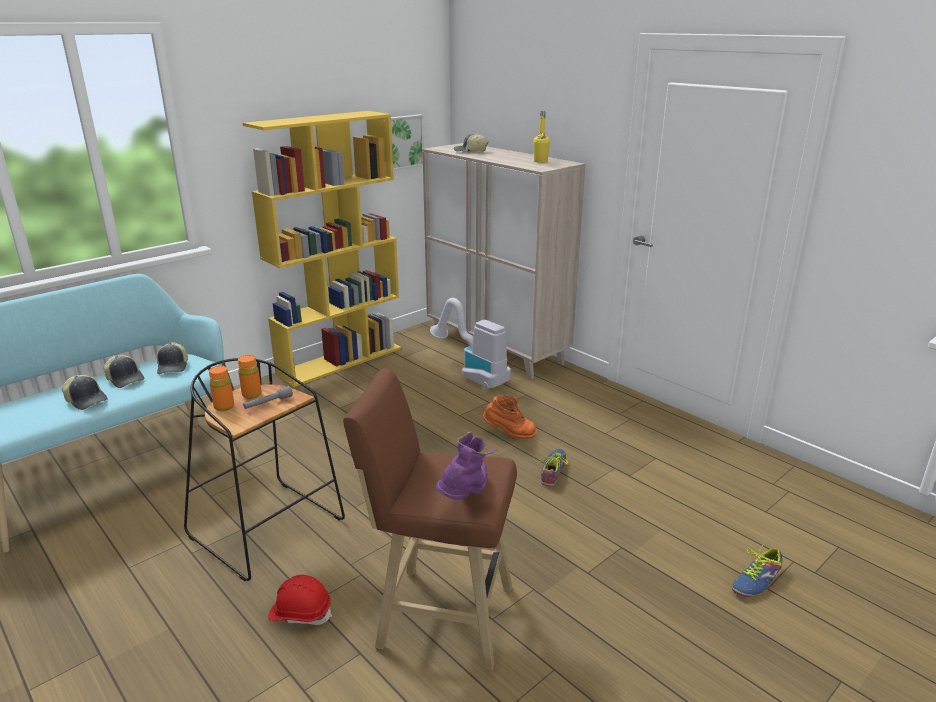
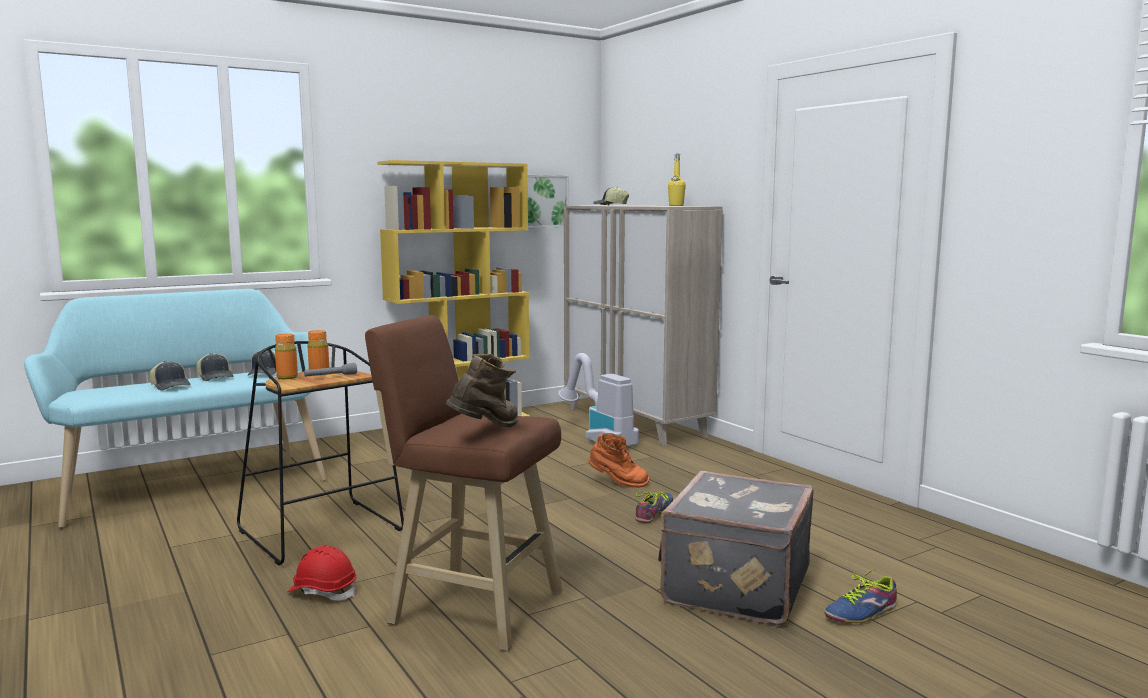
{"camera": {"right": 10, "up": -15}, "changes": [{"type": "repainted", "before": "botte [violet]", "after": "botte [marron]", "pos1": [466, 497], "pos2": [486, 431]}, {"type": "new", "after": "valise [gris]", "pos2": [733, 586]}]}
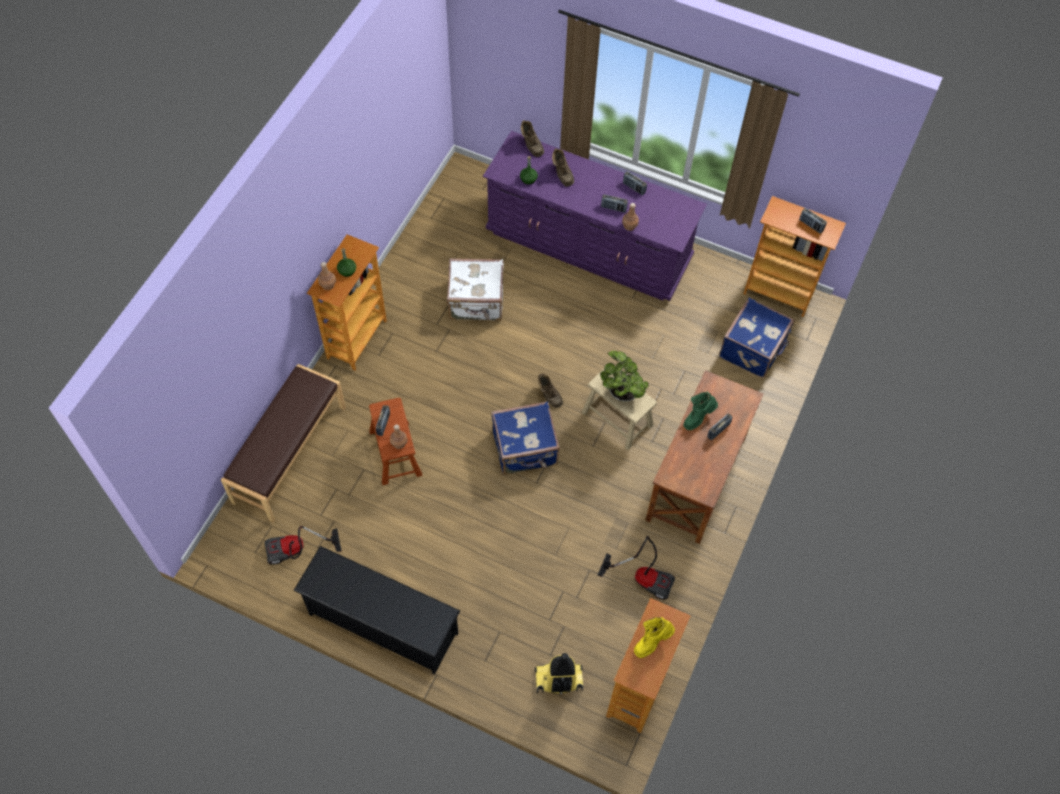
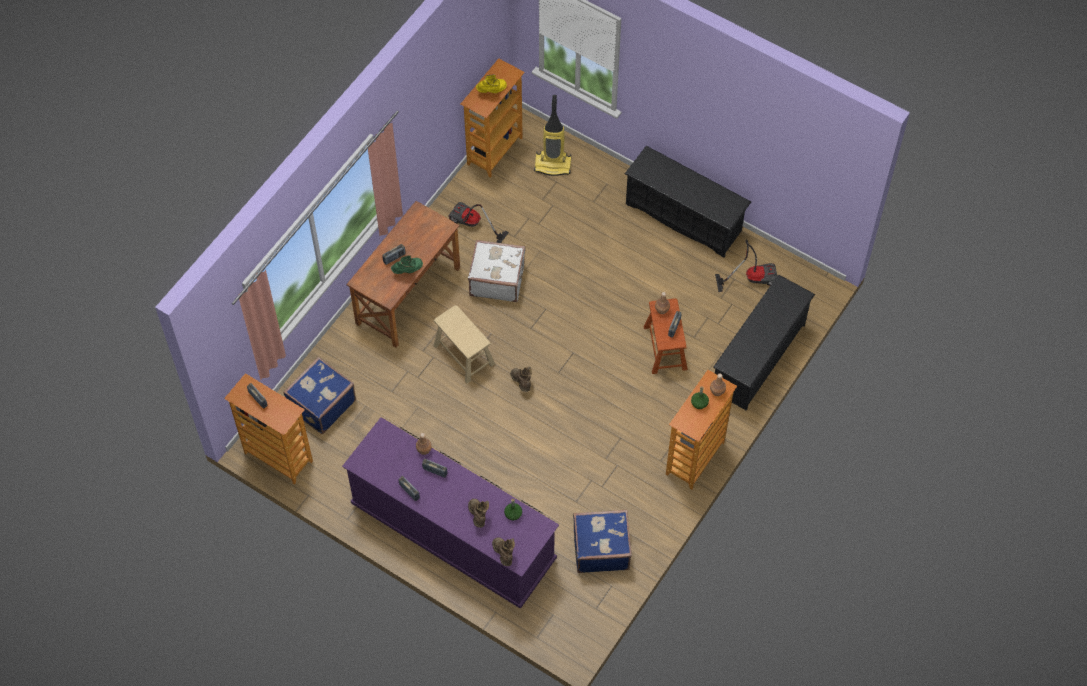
{"camera": {"right": -170, "up": 0}, "changes": [{"type": "shifted", "before": "valise [blanc]", "pos1": [476, 302], "pos2": [497, 279]}, {"type": "gone", "before": "plante en pot", "pos1": [622, 391]}, {"type": "swapped", "before": "banc [marron]", "after": "étagère à chaussures [noir]", "pos1": [289, 453], "pos2": [759, 358]}, {"type": "shifted", "before": "valise [bleu]", "pos1": [525, 449], "pos2": [600, 548]}]}
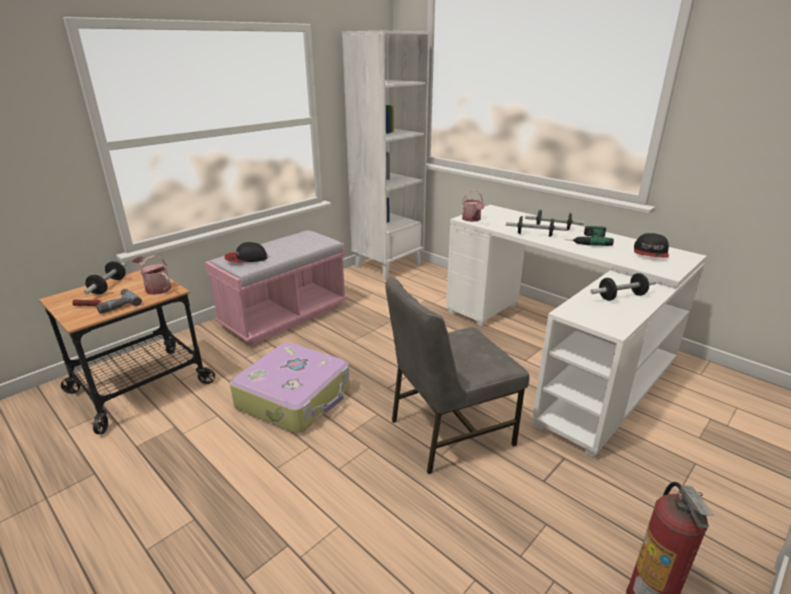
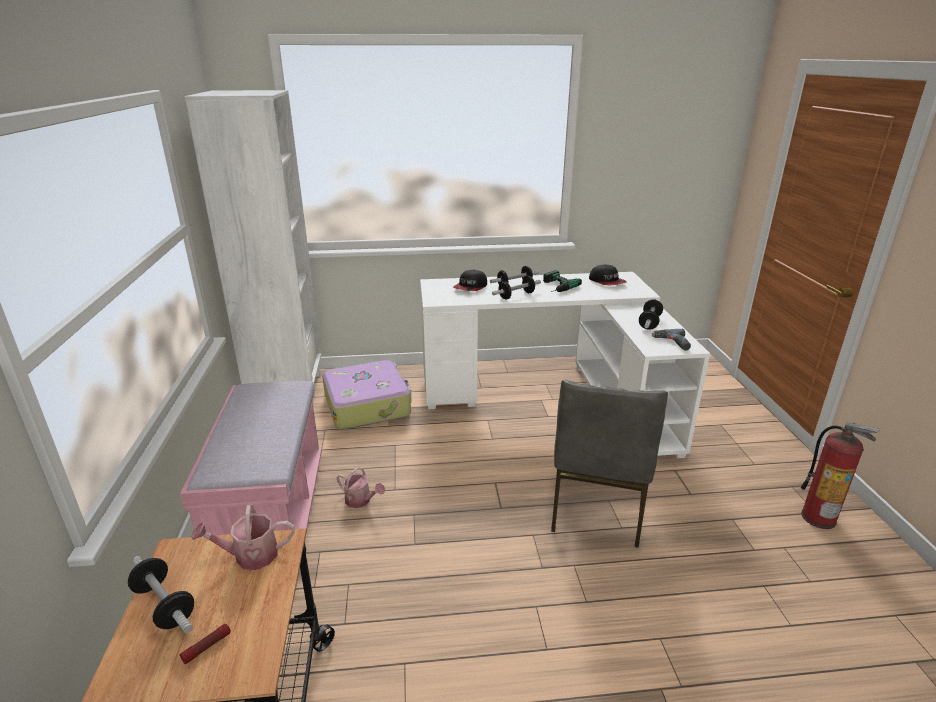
{"camera": {"right": -50, "up": 0}, "changes": [{"type": "shifted", "before": "arrosoir", "pos1": [472, 219], "pos2": [361, 501]}, {"type": "shifted", "before": "casquette", "pos1": [246, 258], "pos2": [471, 287]}, {"type": "shifted", "before": "perceuse", "pos1": [117, 305], "pos2": [672, 343]}, {"type": "shifted", "before": "valise", "pos1": [295, 397], "pos2": [368, 404]}]}
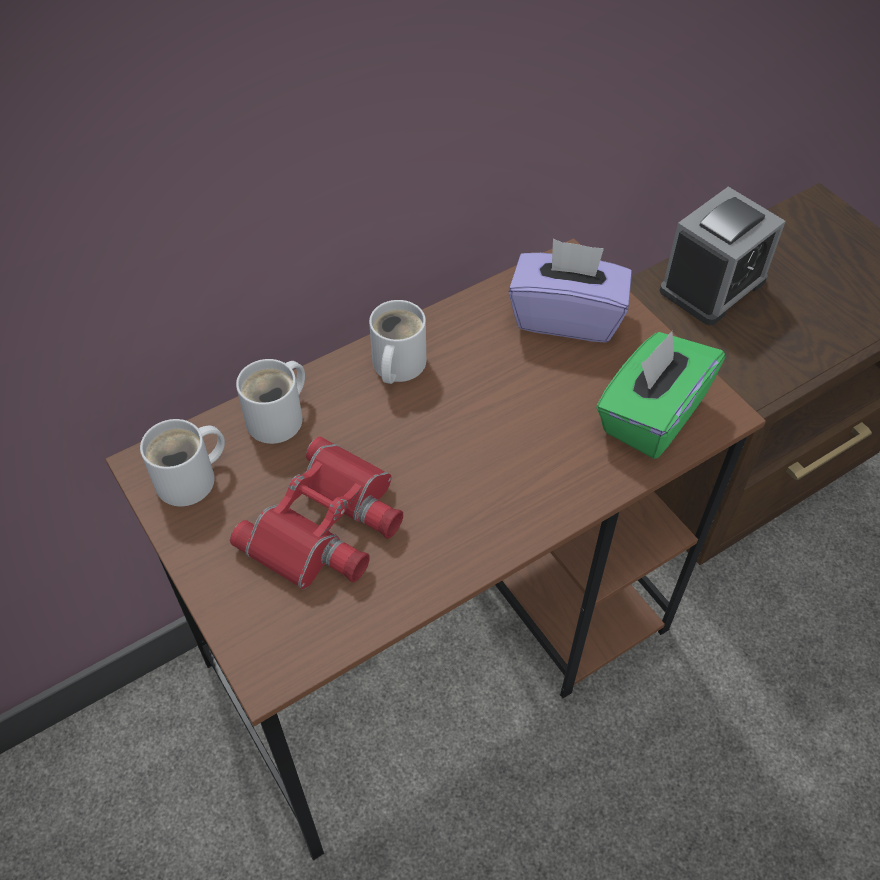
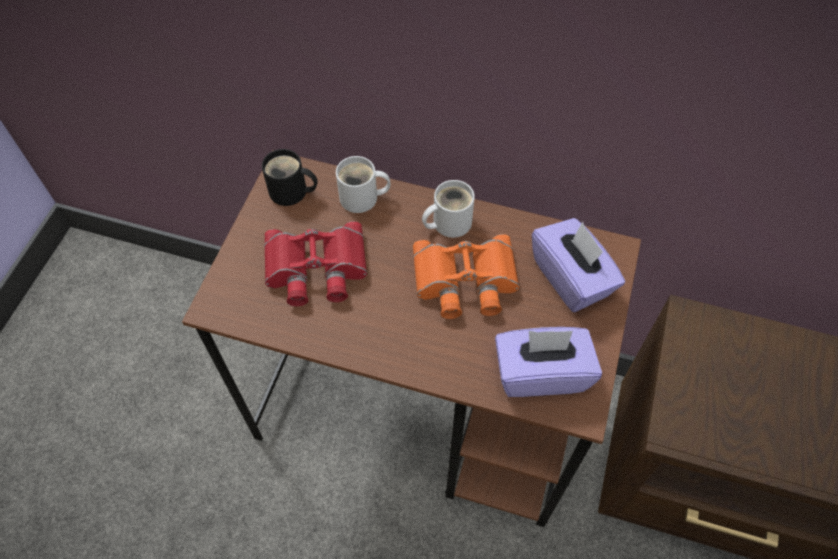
{"camera": {"right": 50, "up": 5}, "changes": [{"type": "gone", "before": "réveil", "pos1": [712, 285]}, {"type": "repainted", "before": "boîte à mouchoirs [vert]", "after": "boîte à mouchoirs [violet]", "pos1": [651, 415], "pos2": [541, 373]}, {"type": "repainted", "before": "mug [blanc]", "after": "mug [noir]", "pos1": [192, 480], "pos2": [291, 192]}, {"type": "new", "after": "jumelles [orange]", "pos2": [465, 282]}]}
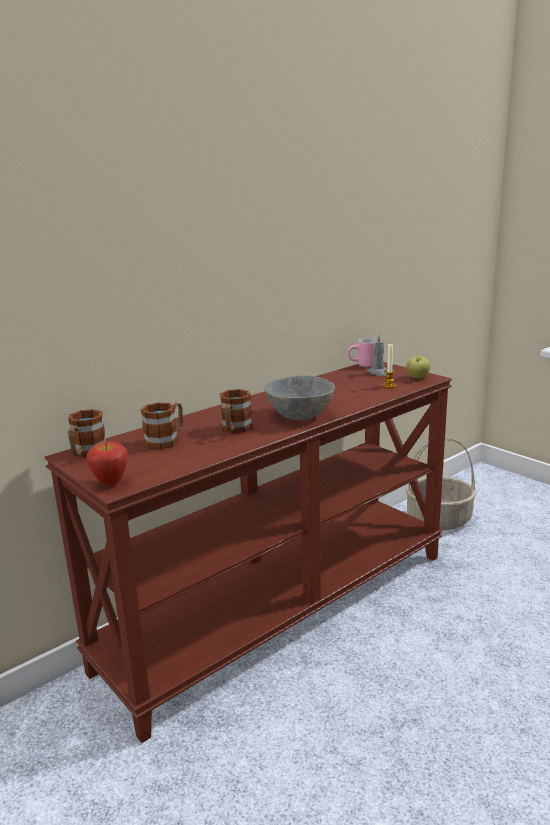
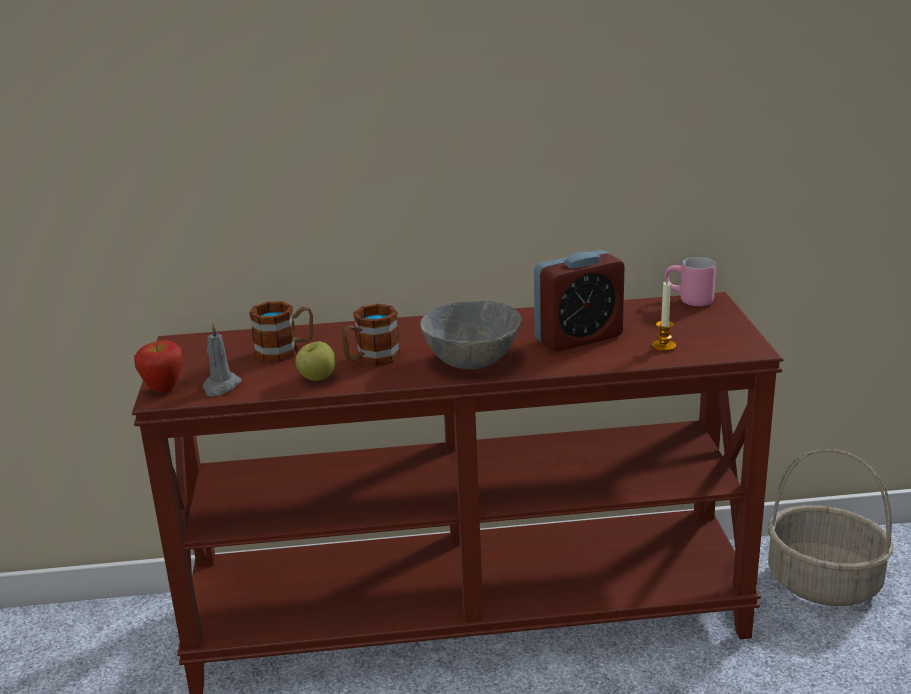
{"camera": {"right": 35, "up": 5}, "changes": [{"type": "shifted", "before": "bougie [gris]", "pos1": [378, 373], "pos2": [221, 387]}, {"type": "shifted", "before": "pomme", "pos1": [417, 378], "pos2": [317, 378]}, {"type": "gone", "before": "mug", "pos1": [86, 453]}, {"type": "new", "after": "réveil", "pos2": [578, 338]}]}
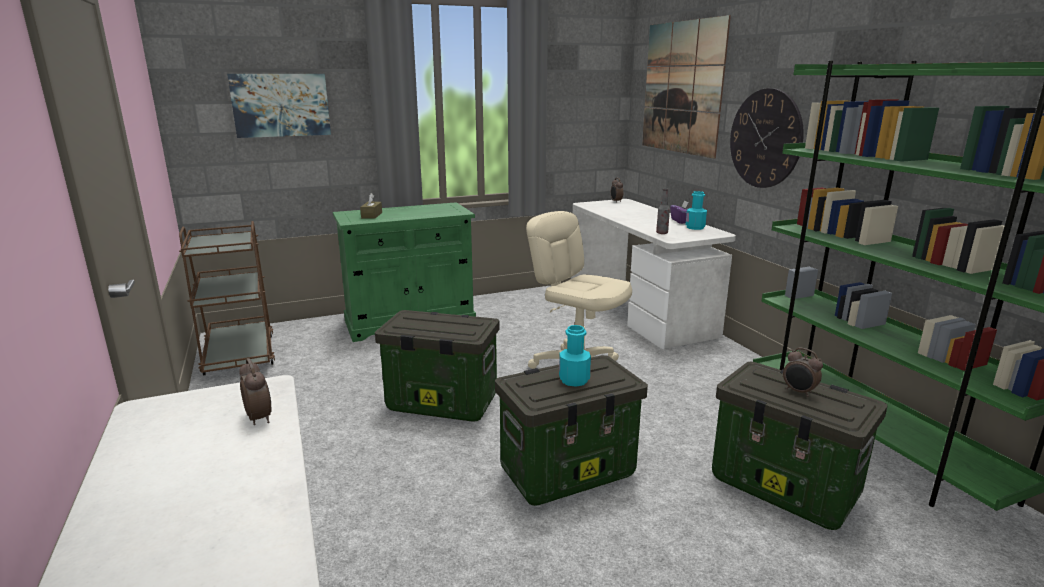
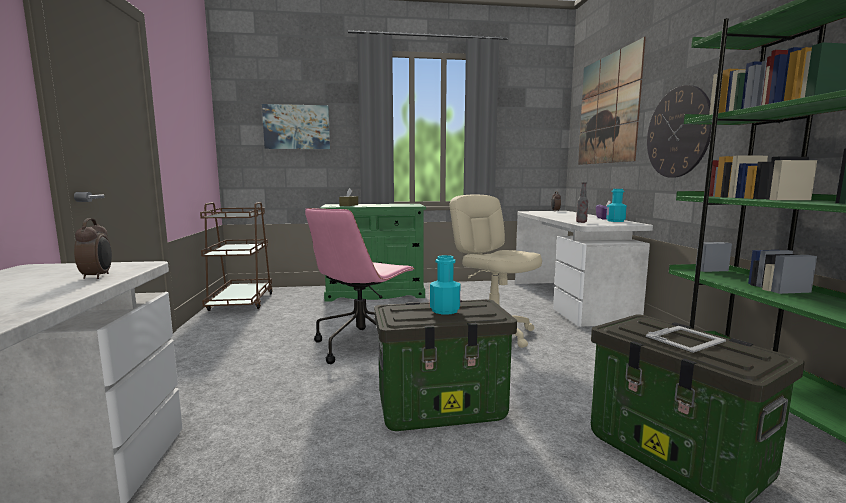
{"camera": {"right": 15, "up": -10}, "changes": [{"type": "swapped", "before": "boîte de rangement", "after": "chaise de bureau [rose]", "pos1": [440, 403], "pos2": [362, 345]}, {"type": "swapped", "before": "réveil", "after": "cadre photo", "pos1": [799, 392], "pos2": [686, 339]}]}
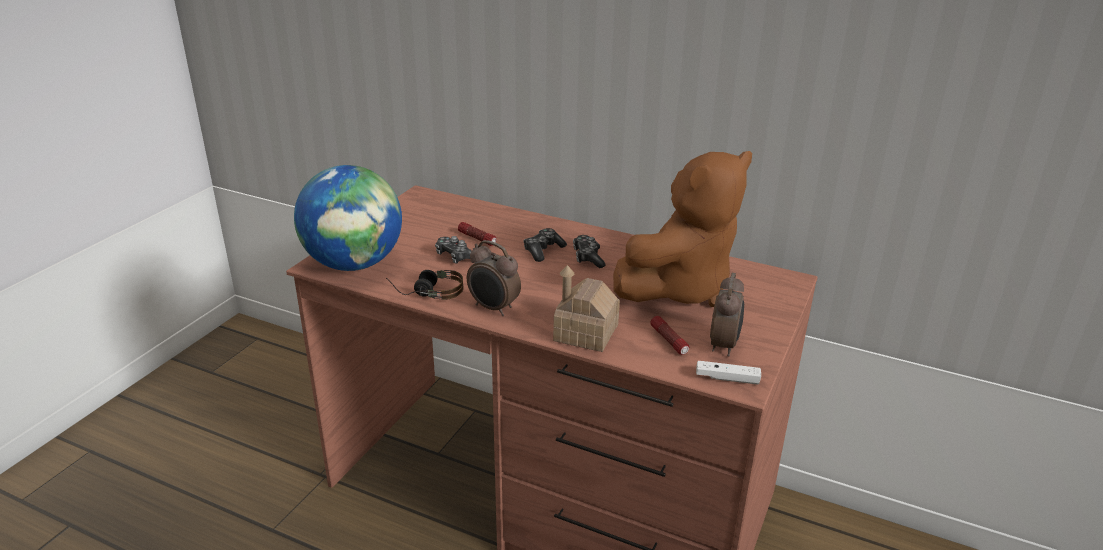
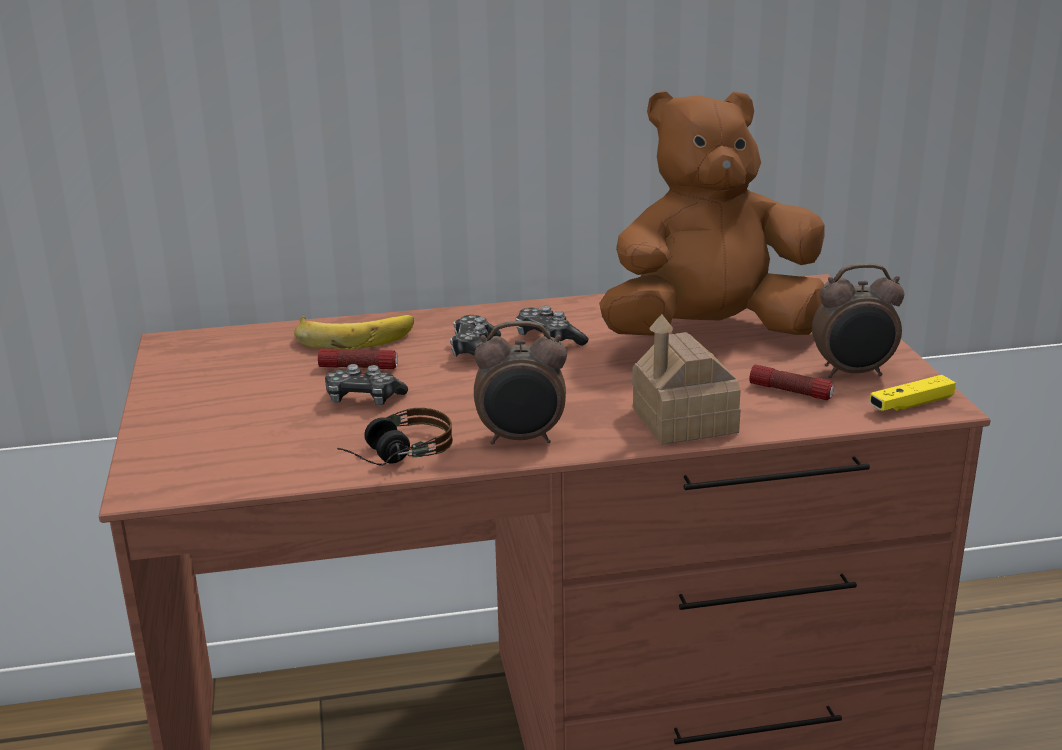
{"camera": {"right": -35, "up": -5}, "changes": [{"type": "rotated", "before": "peluche [marron]", "pos1": [679, 288], "pos2": [710, 334], "turn": -120}, {"type": "gone", "before": "globe", "pos1": [354, 264]}, {"type": "rotated", "before": "réveil", "pos1": [724, 345], "pos2": [853, 373], "turn": 105}, {"type": "repainted", "before": "manette [blanc]", "after": "manette [jaune]", "pos1": [727, 378], "pos2": [911, 404]}, {"type": "new", "after": "banane", "pos2": [354, 334]}]}
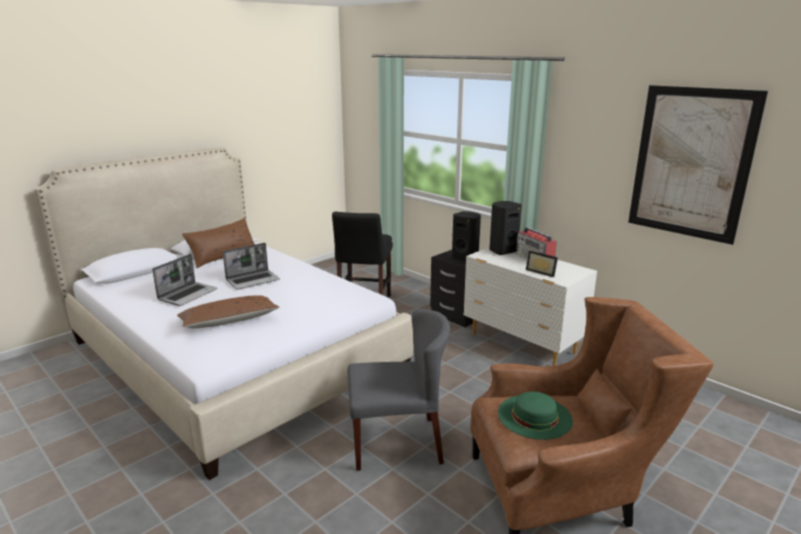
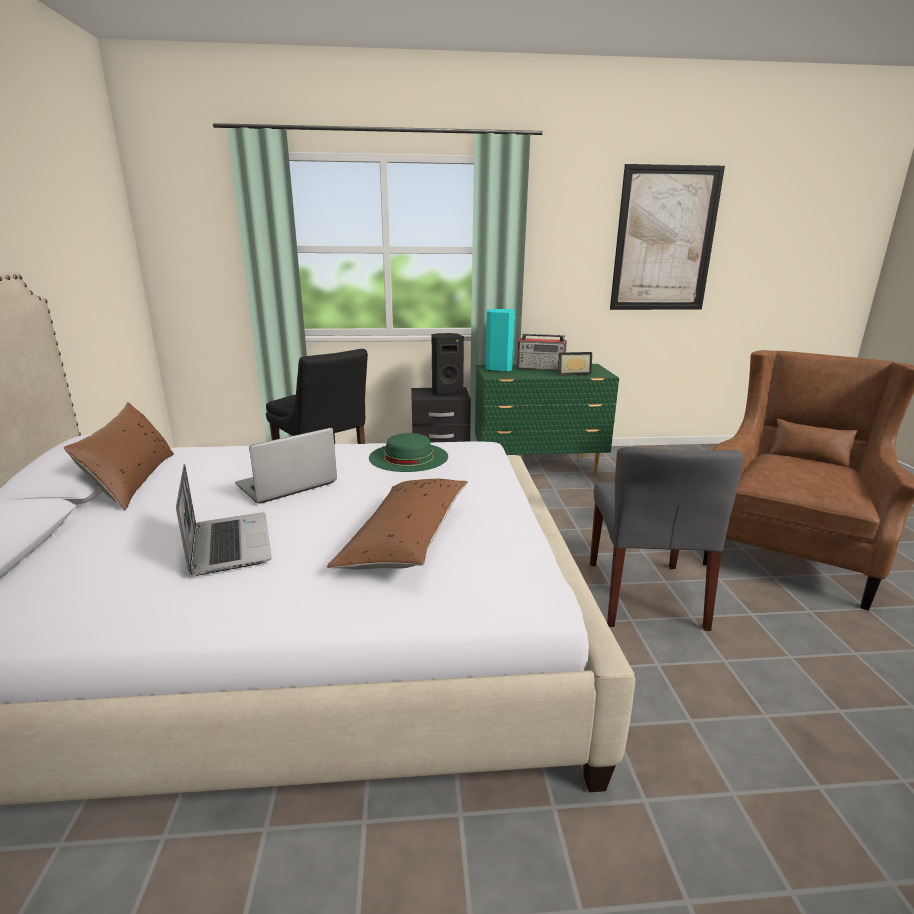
{"camera": {"right": -50, "up": 0}, "changes": [{"type": "repainted", "before": "enceinte [noir]", "after": "enceinte [turquoise]", "pos1": [502, 251], "pos2": [498, 369]}, {"type": "rotated", "before": "ordinateur portable", "pos1": [253, 280], "pos2": [286, 485], "turn": -135}, {"type": "repainted", "before": "commode [blanc]", "after": "commode [vert]", "pos1": [522, 344], "pos2": [539, 467]}, {"type": "rotated", "before": "chaise [gris]", "pos1": [397, 443], "pos2": [644, 594], "turn": 150}, {"type": "shifted", "before": "chapeau [vert]", "pos1": [534, 416], "pos2": [408, 457]}]}
